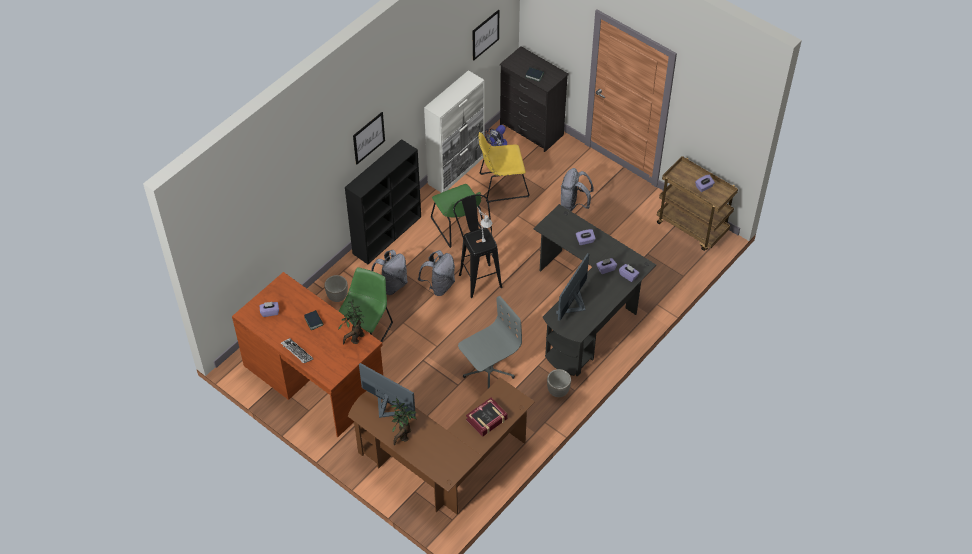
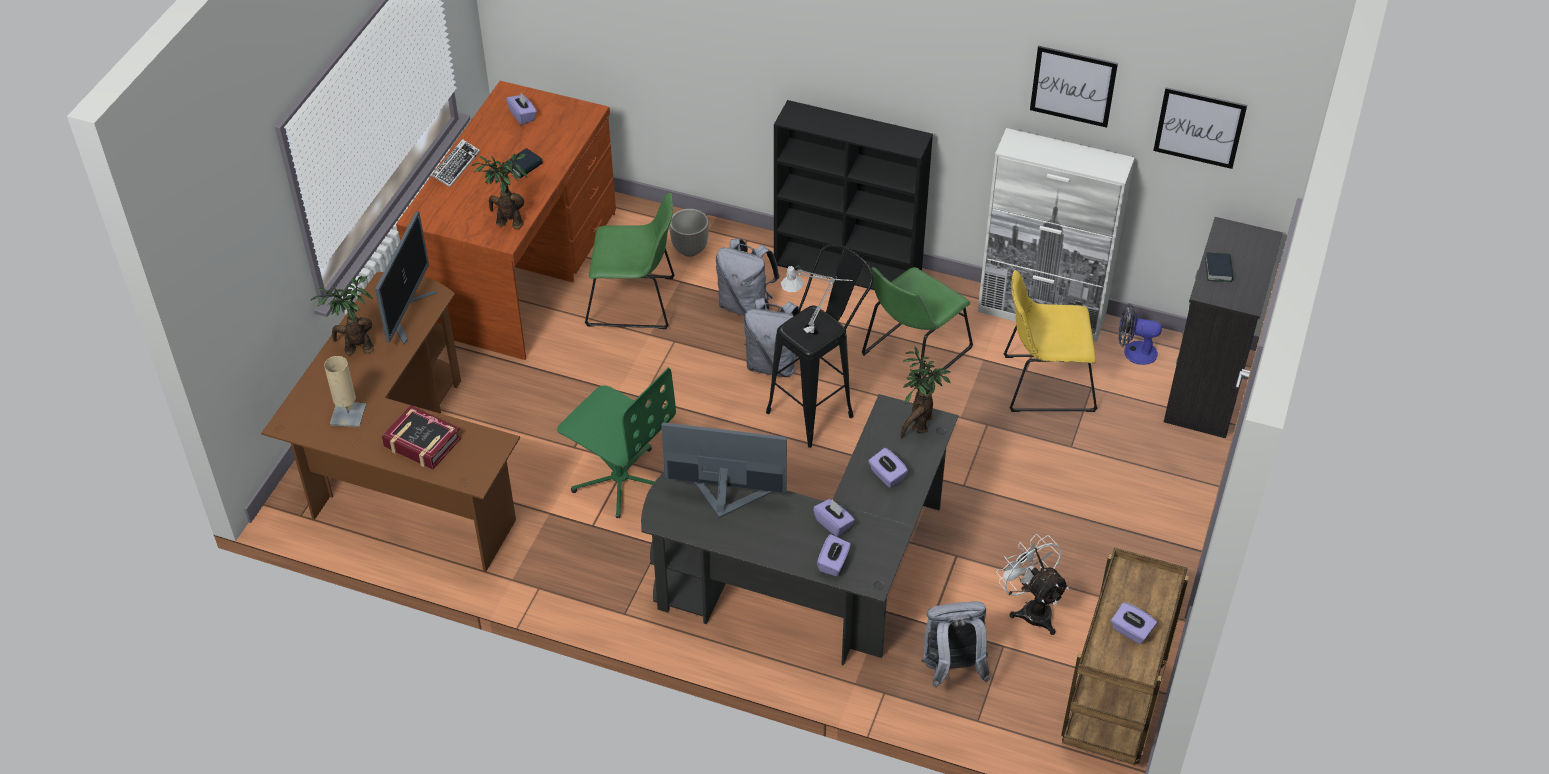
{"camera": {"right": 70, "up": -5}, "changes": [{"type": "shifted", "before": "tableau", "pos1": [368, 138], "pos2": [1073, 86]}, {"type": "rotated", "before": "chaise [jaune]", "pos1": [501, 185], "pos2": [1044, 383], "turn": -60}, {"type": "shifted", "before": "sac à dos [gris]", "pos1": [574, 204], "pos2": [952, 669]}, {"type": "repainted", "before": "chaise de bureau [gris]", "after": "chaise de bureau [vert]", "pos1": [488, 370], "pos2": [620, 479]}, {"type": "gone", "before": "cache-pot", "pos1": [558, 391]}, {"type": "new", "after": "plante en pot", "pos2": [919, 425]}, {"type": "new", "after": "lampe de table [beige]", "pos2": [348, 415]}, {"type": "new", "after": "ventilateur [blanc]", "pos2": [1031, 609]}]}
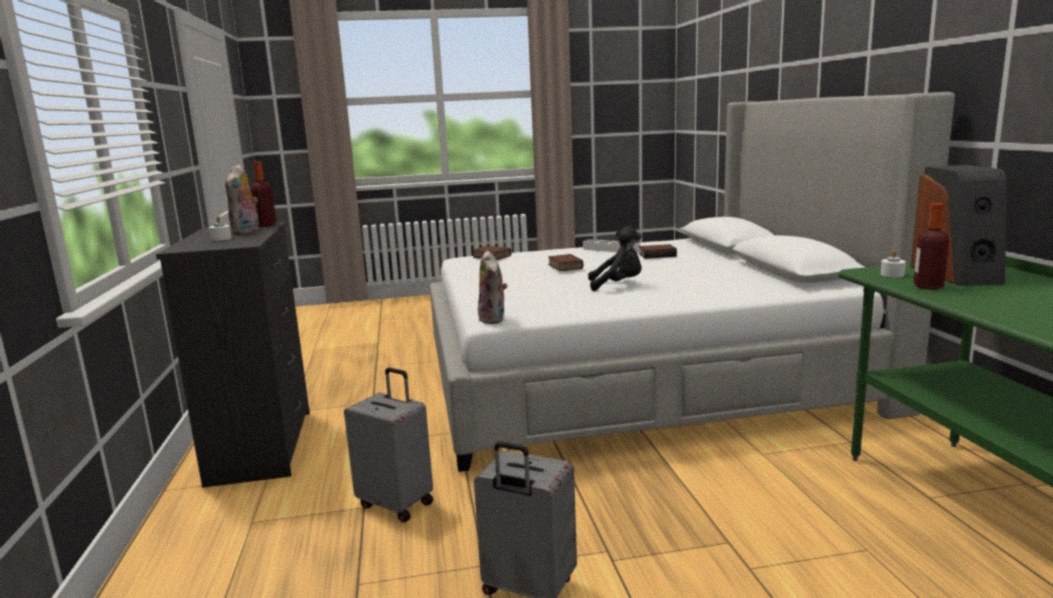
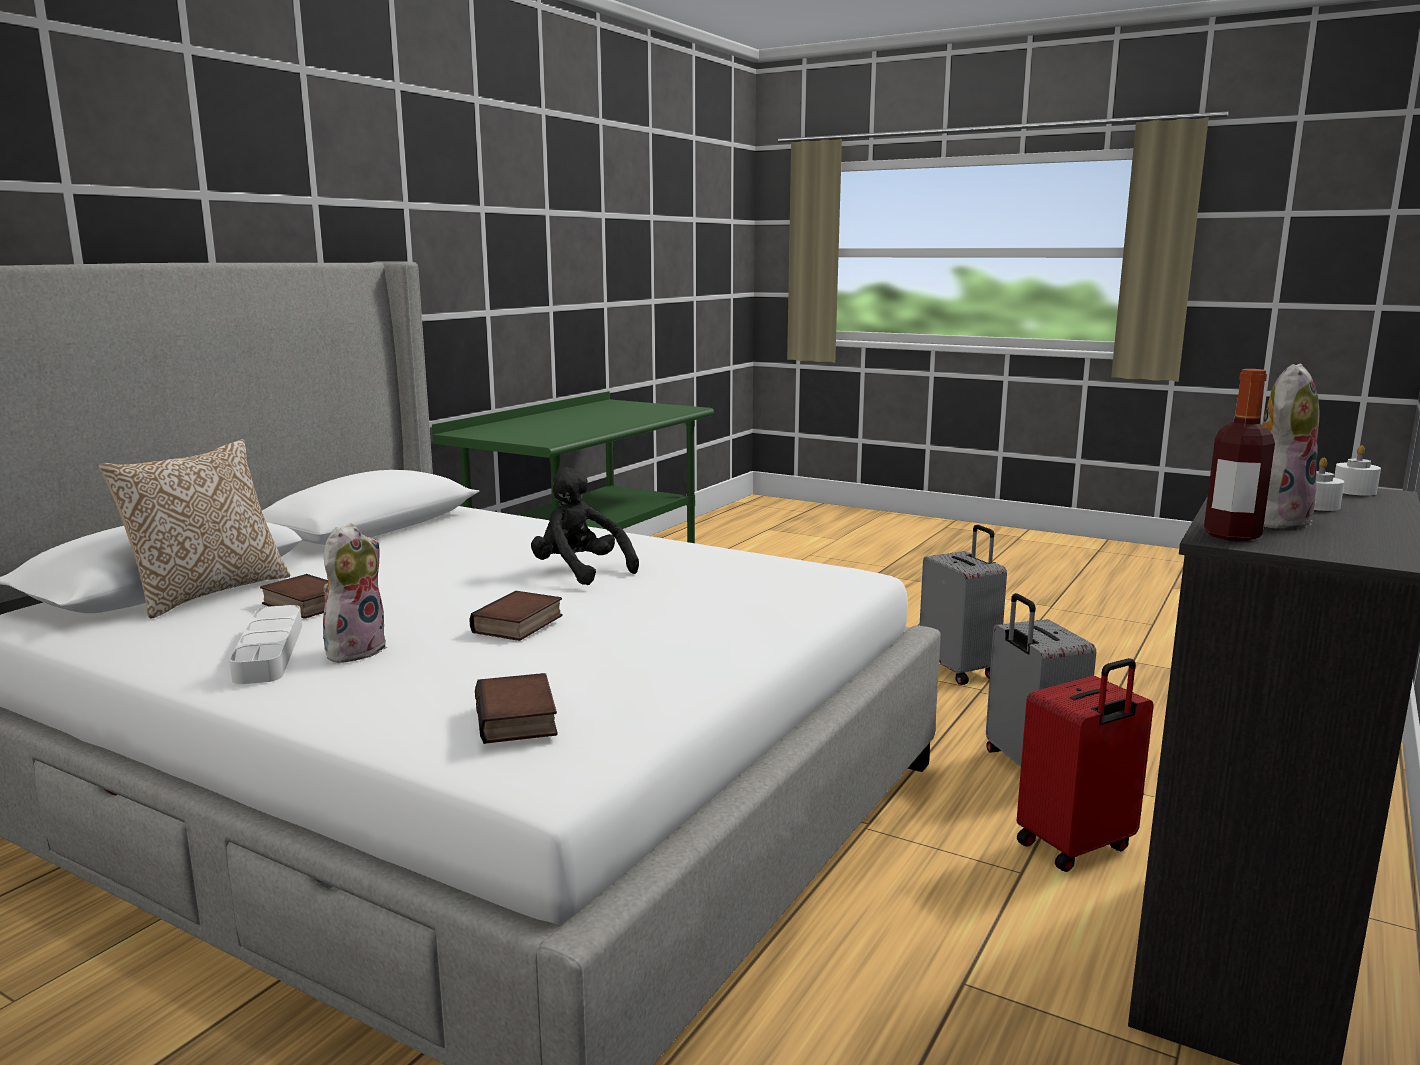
{"camera": {"right": -140, "up": 0}, "changes": [{"type": "gone", "before": "enceinte", "pos1": [956, 274]}, {"type": "gone", "before": "bouteille", "pos1": [928, 286]}, {"type": "shifted", "before": "peluche", "pos1": [494, 319], "pos2": [355, 650]}, {"type": "shifted", "before": "bougie [blanc]", "pos1": [892, 274], "pos2": [1354, 491]}, {"type": "new", "after": "coussin", "pos2": [207, 593]}, {"type": "new", "after": "valise [rouge]", "pos2": [1076, 847]}]}
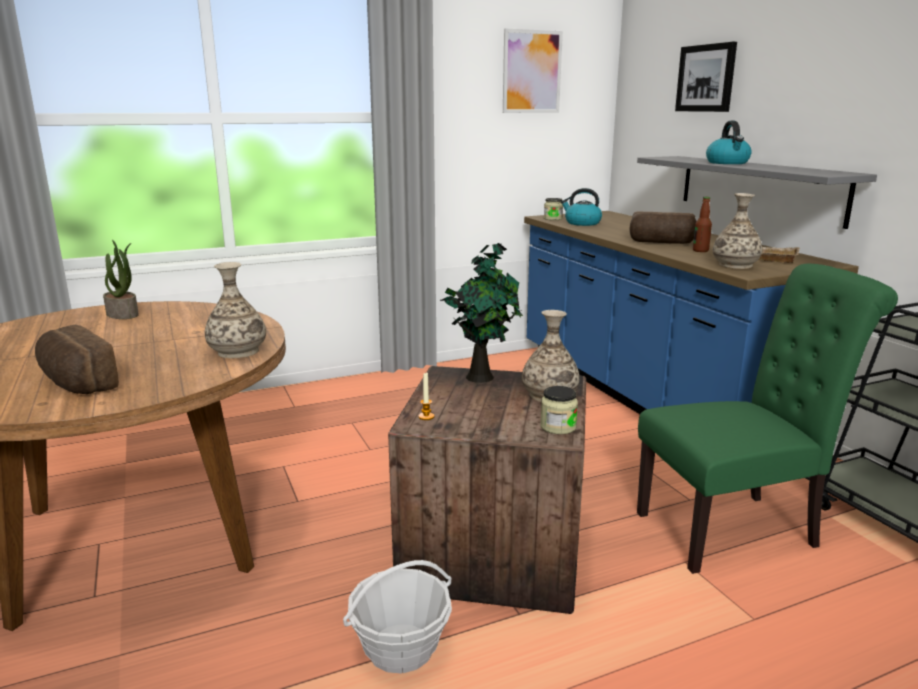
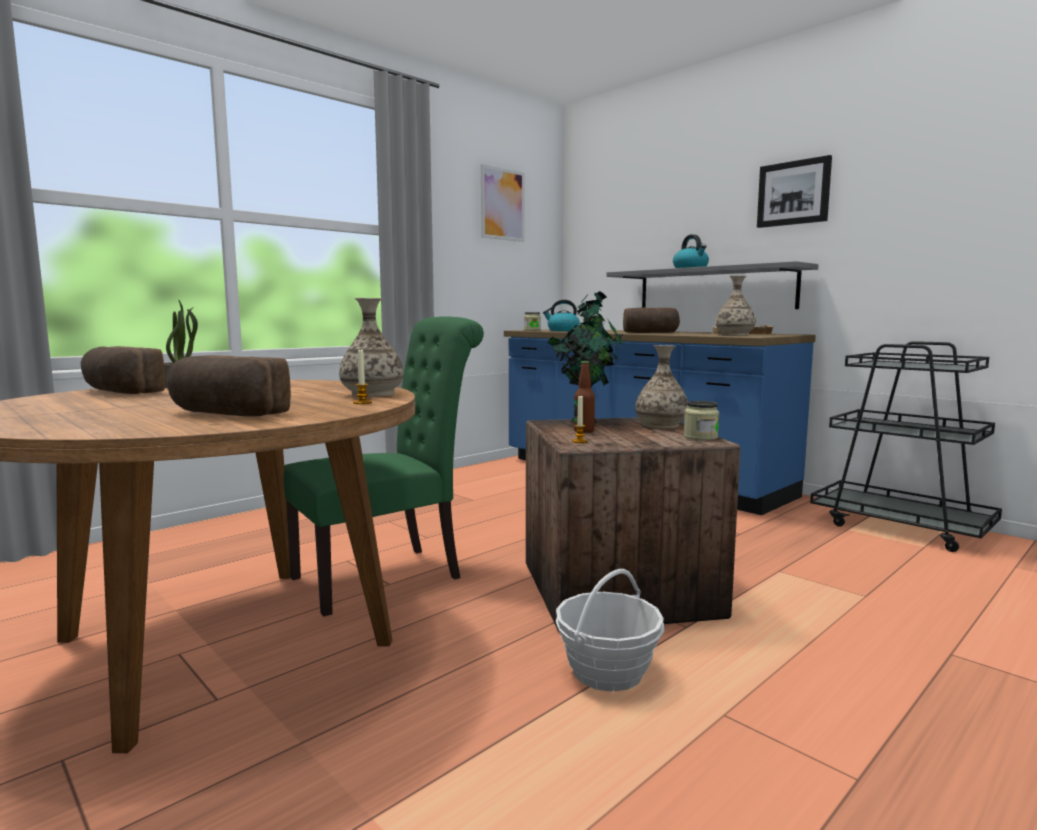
{"camera": {"right": -20, "up": -10}, "changes": [{"type": "shifted", "before": "tableau", "pos1": [706, 78], "pos2": [793, 193]}, {"type": "shifted", "before": "bouteille", "pos1": [700, 250], "pos2": [584, 431]}, {"type": "shifted", "before": "chaise [vert]", "pos1": [736, 529], "pos2": [387, 576]}, {"type": "new", "after": "pain", "pos2": [120, 392]}, {"type": "new", "after": "bougie", "pos2": [362, 403]}]}
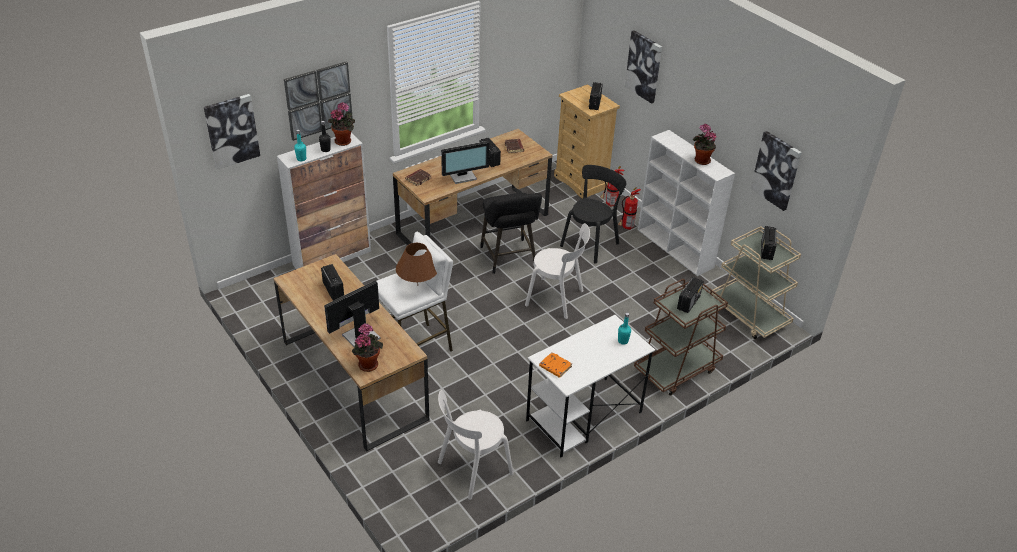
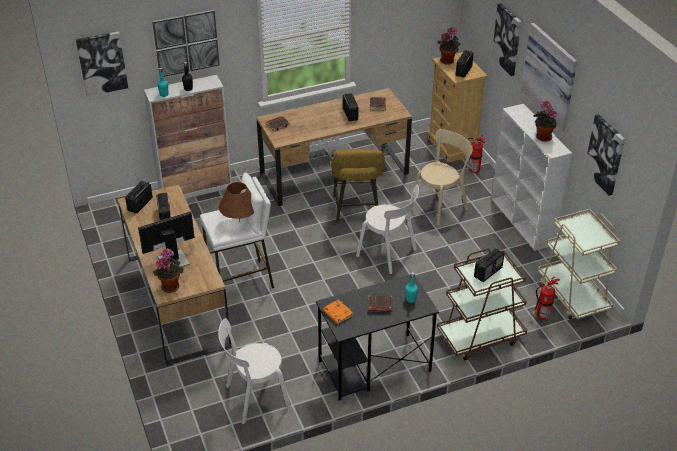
{"camera": {"right": 15, "up": 0}, "changes": [{"type": "shifted", "before": "plante en pot", "pos1": [344, 141], "pos2": [448, 60]}, {"type": "gone", "before": "écran d'ordinateur", "pos1": [463, 176]}, {"type": "repainted", "before": "chaise [noir]", "after": "chaise [beige]", "pos1": [591, 243], "pos2": [440, 205]}, {"type": "shifted", "before": "extincteur", "pos1": [626, 227], "pos2": [541, 317]}, {"type": "repainted", "before": "tabouret [noir]", "after": "tabouret [jaune]", "pos1": [509, 259], "pos2": [356, 210]}, {"type": "shifted", "before": "radio", "pos1": [766, 251], "pos2": [140, 204]}, {"type": "repainted", "before": "bureau [blanc]", "after": "bureau [noir]", "pos1": [583, 417], "pos2": [374, 367]}, {"type": "new", "after": "tableau", "pos2": [551, 75]}, {"type": "new", "after": "livre [marron]", "pos2": [379, 306]}]}
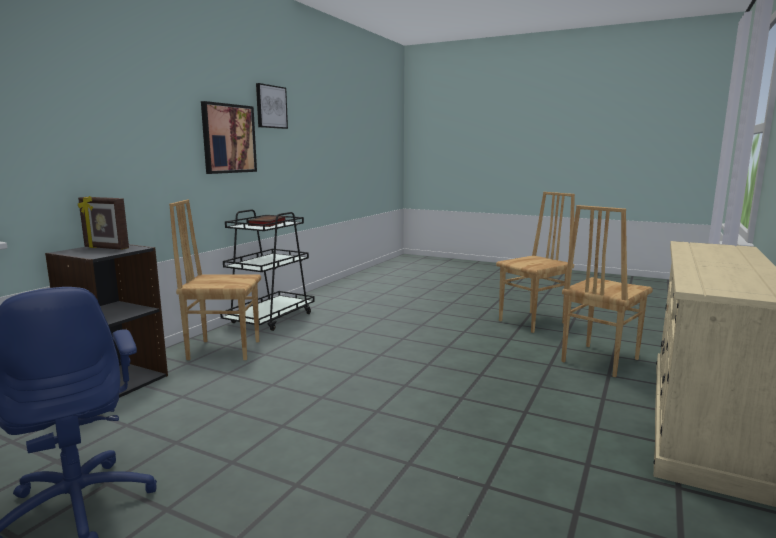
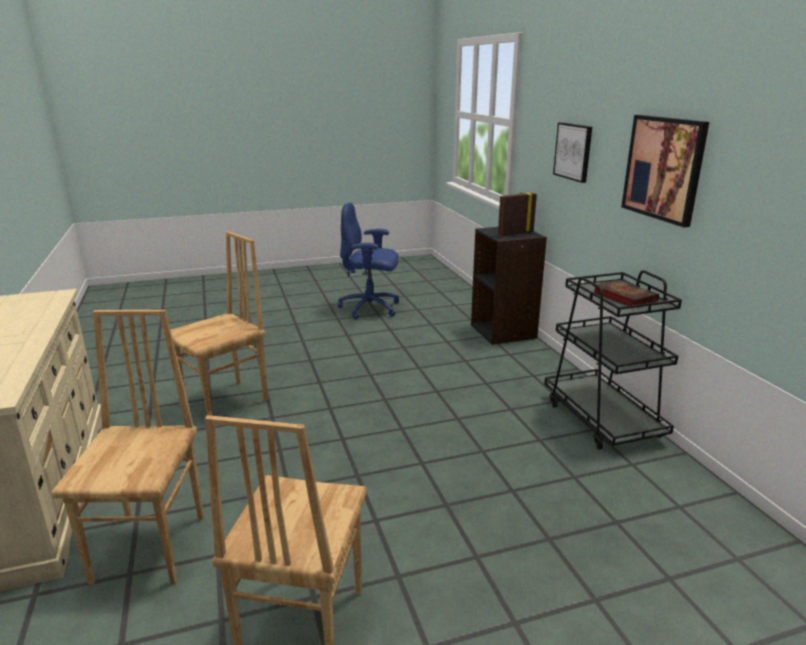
{"camera": {"right": 135, "up": 10}, "changes": [{"type": "shifted", "before": "tableau", "pos1": [271, 107], "pos2": [573, 151]}, {"type": "shifted", "before": "chaise [marron]", "pos1": [224, 349], "pos2": [226, 402]}]}
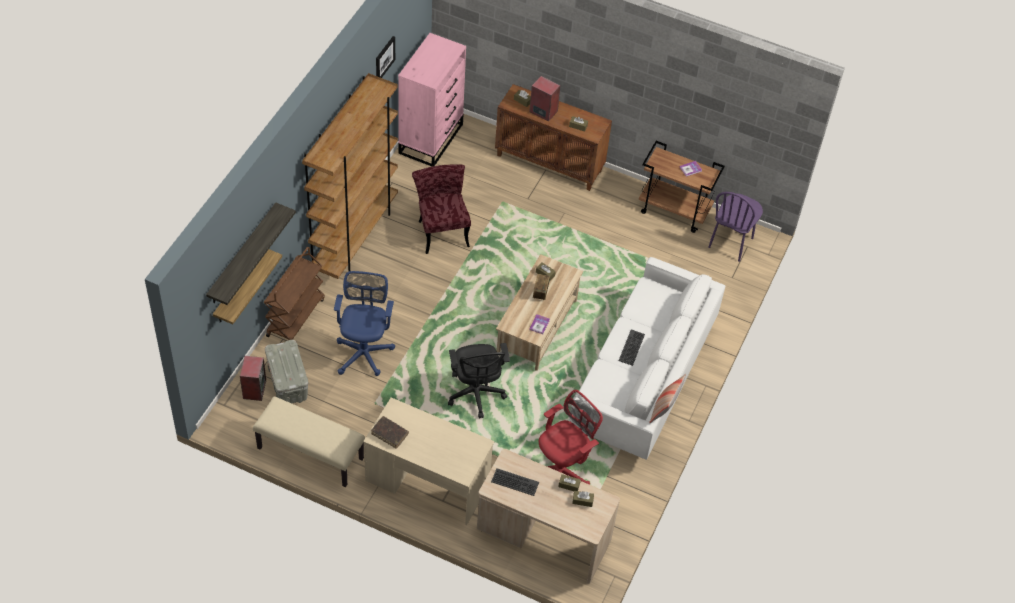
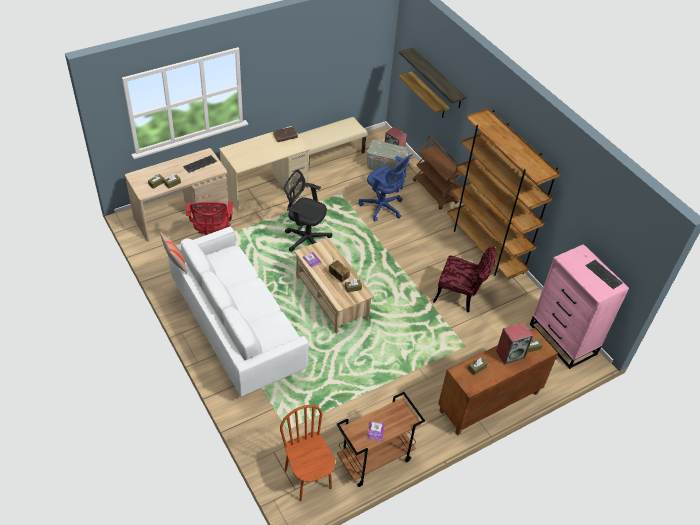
{"camera": {"right": 125, "up": -5}, "changes": [{"type": "gone", "before": "tableau", "pos1": [384, 58]}, {"type": "repainted", "before": "chaise [violet]", "after": "chaise [marron]", "pos1": [731, 243], "pos2": [308, 479]}, {"type": "shifted", "before": "clavier", "pos1": [632, 347], "pos2": [603, 274]}]}
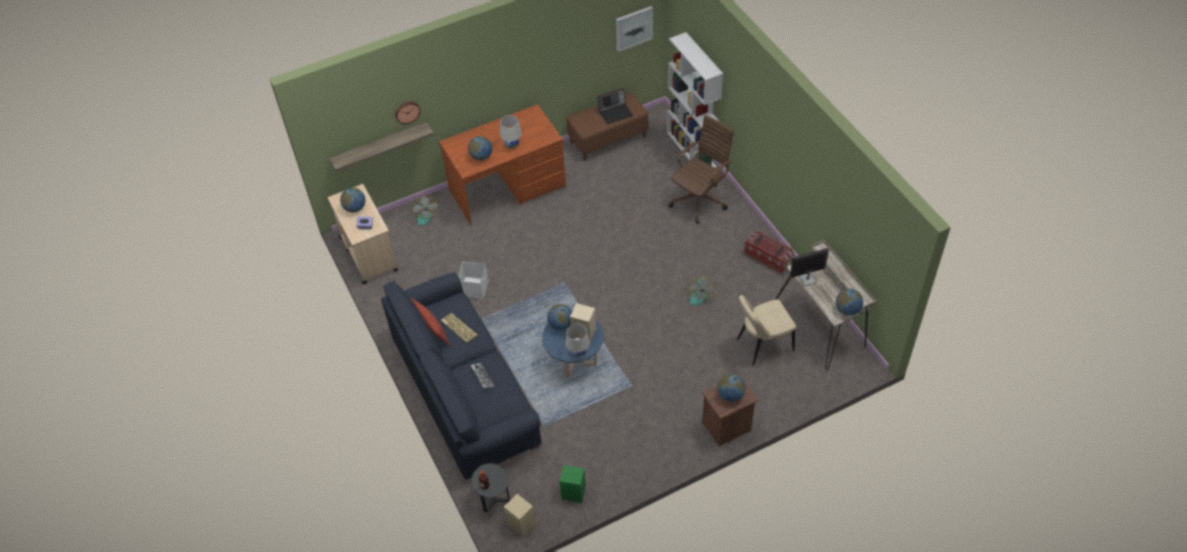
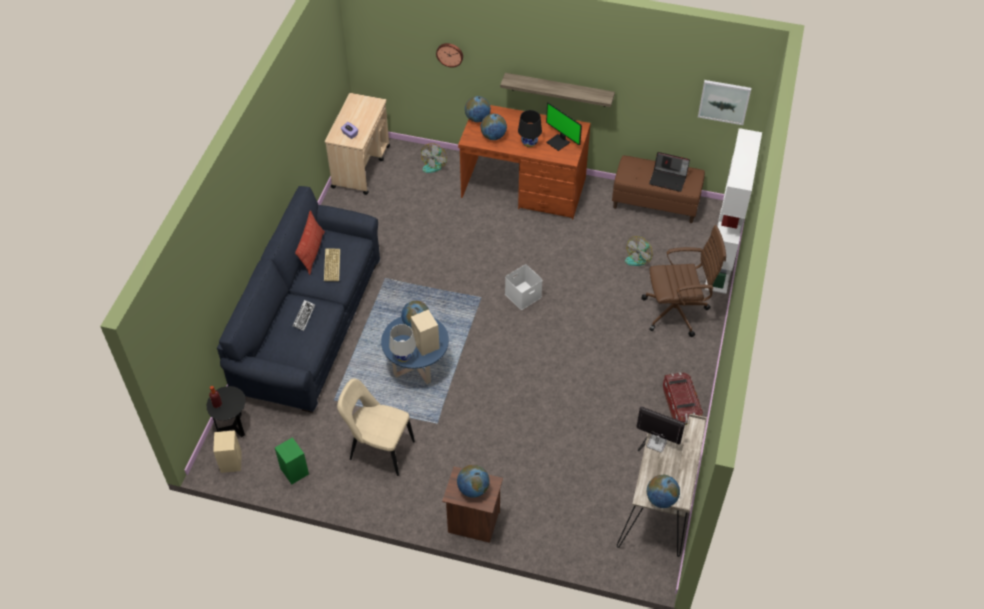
{"camera": {"right": 40, "up": 0}, "changes": [{"type": "repainted", "before": "lampe de table [blanc]", "after": "lampe de table [noir]", "pos1": [512, 144], "pos2": [529, 143]}, {"type": "shifted", "before": "étagère", "pos1": [380, 146], "pos2": [559, 90]}, {"type": "shifted", "before": "globe", "pos1": [355, 208], "pos2": [477, 119]}, {"type": "shifted", "before": "boîte de rangement [blanc]", "pos1": [474, 288], "pos2": [523, 296]}, {"type": "shifted", "before": "ventilateur", "pos1": [697, 294], "pos2": [639, 257]}, {"type": "shifted", "before": "chaise [beige]", "pos1": [762, 345], "pos2": [379, 450]}, {"type": "new", "after": "écran d'ordinateur", "pos2": [559, 142]}]}
